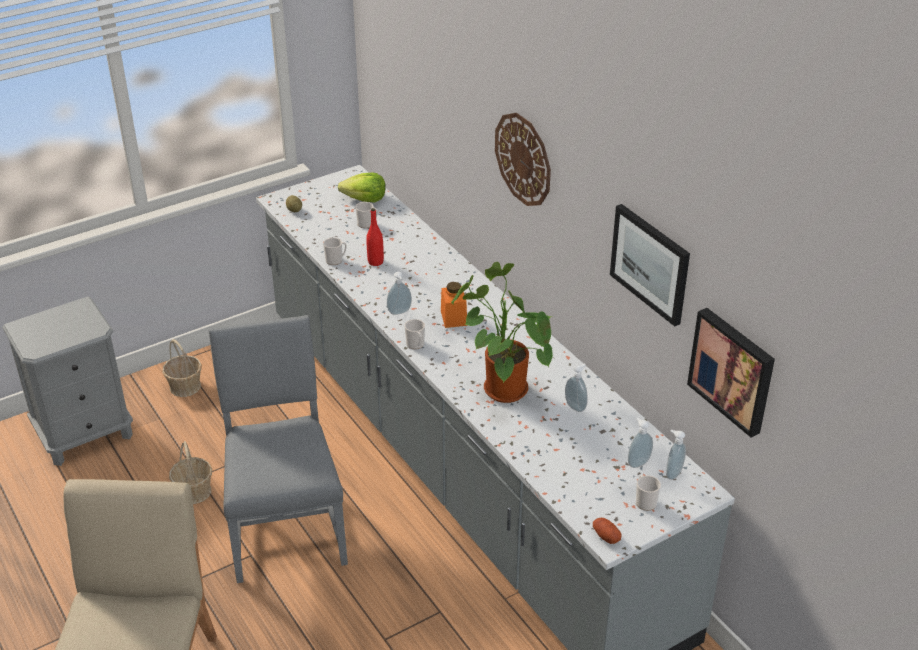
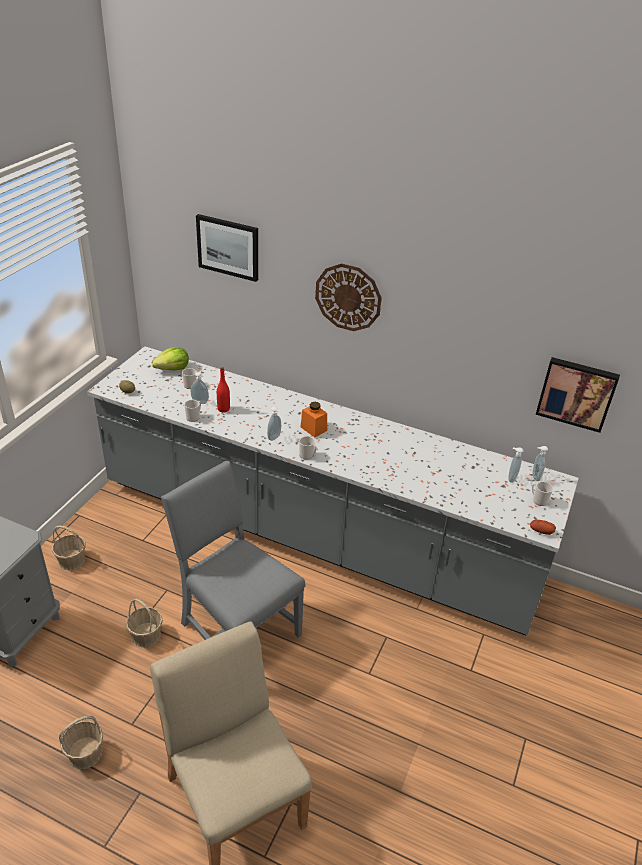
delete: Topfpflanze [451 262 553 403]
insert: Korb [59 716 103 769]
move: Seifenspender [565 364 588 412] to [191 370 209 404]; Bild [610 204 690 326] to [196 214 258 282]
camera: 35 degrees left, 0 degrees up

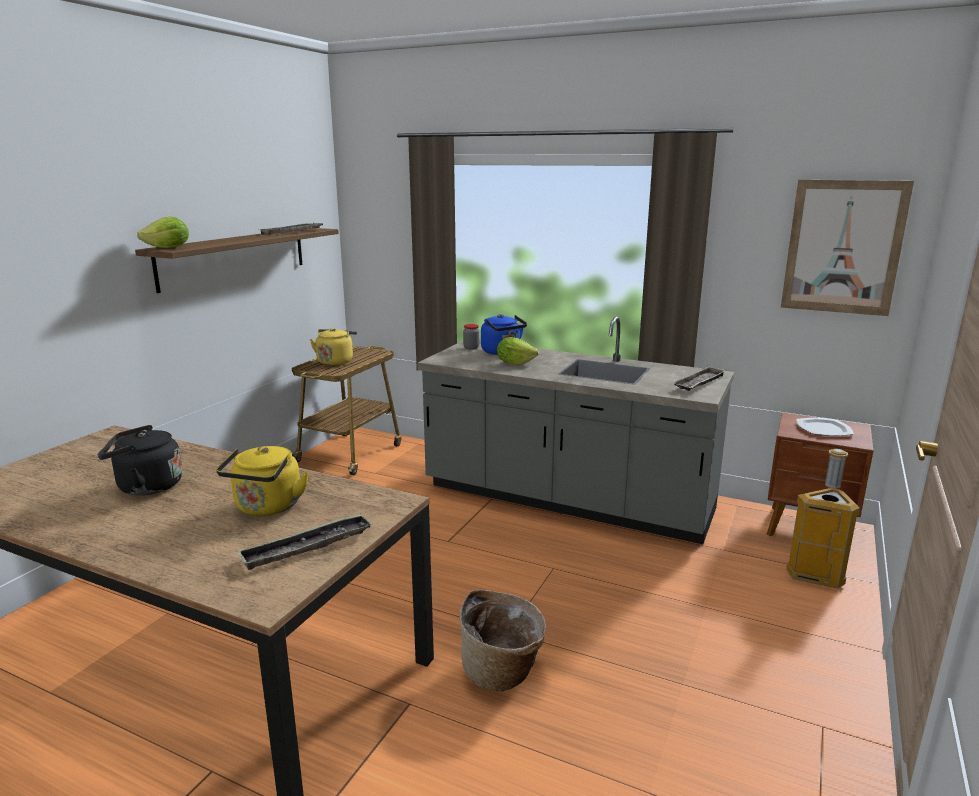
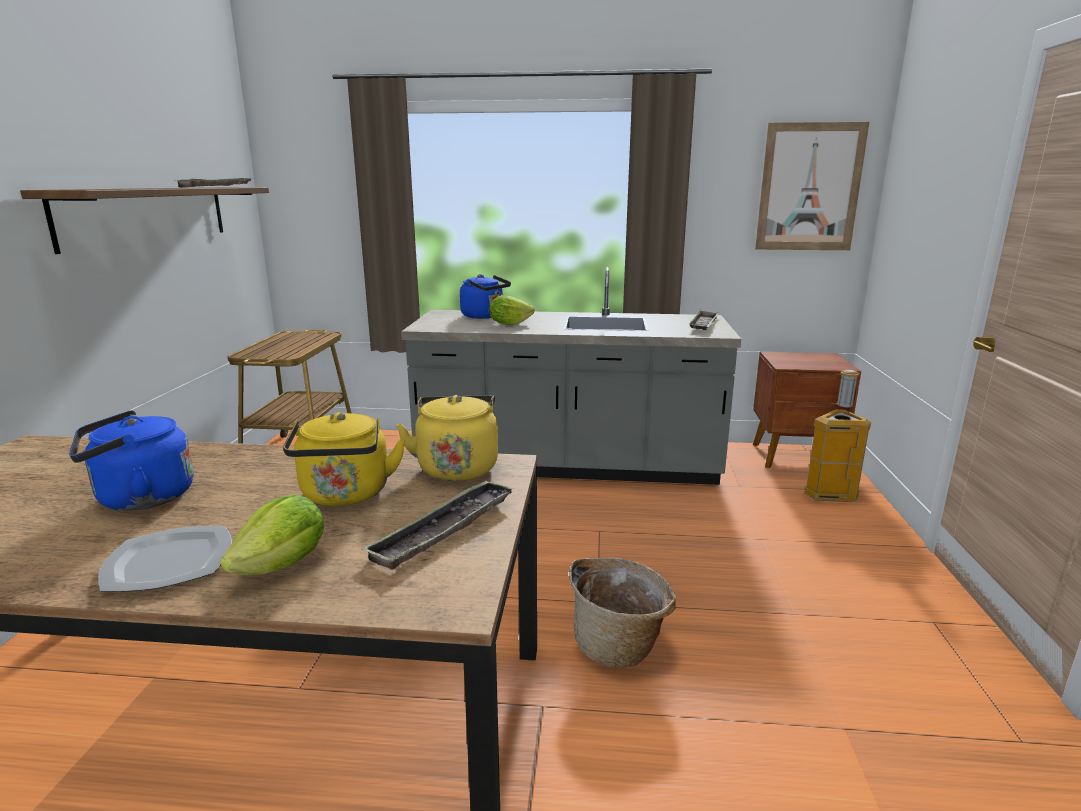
delete: Vorratsglas [463 324 479 350]
move: Teller [796 418 854 436] to [98 526 232 592]; Salatkopf [137 217 189 248] to [220 495 325 575]; Wasserkessel/gelb [310 328 357 365] to [396 395 498 481]
recolor: Wasserkessel/schwarz [98 425 182 496] to Wasserkessel/blau [69 410 194 511]
camera: 20 degrees left, 0 degrees up

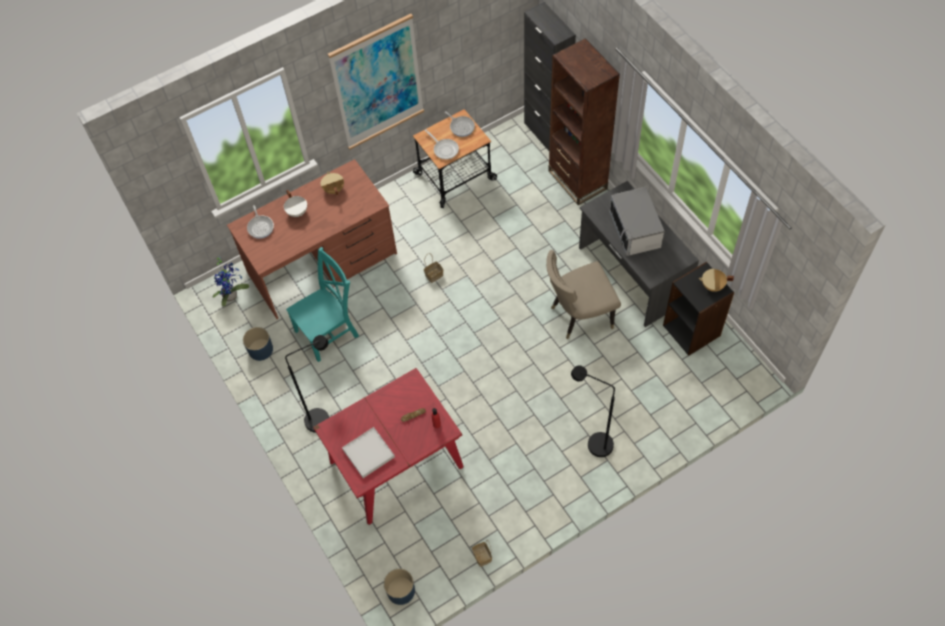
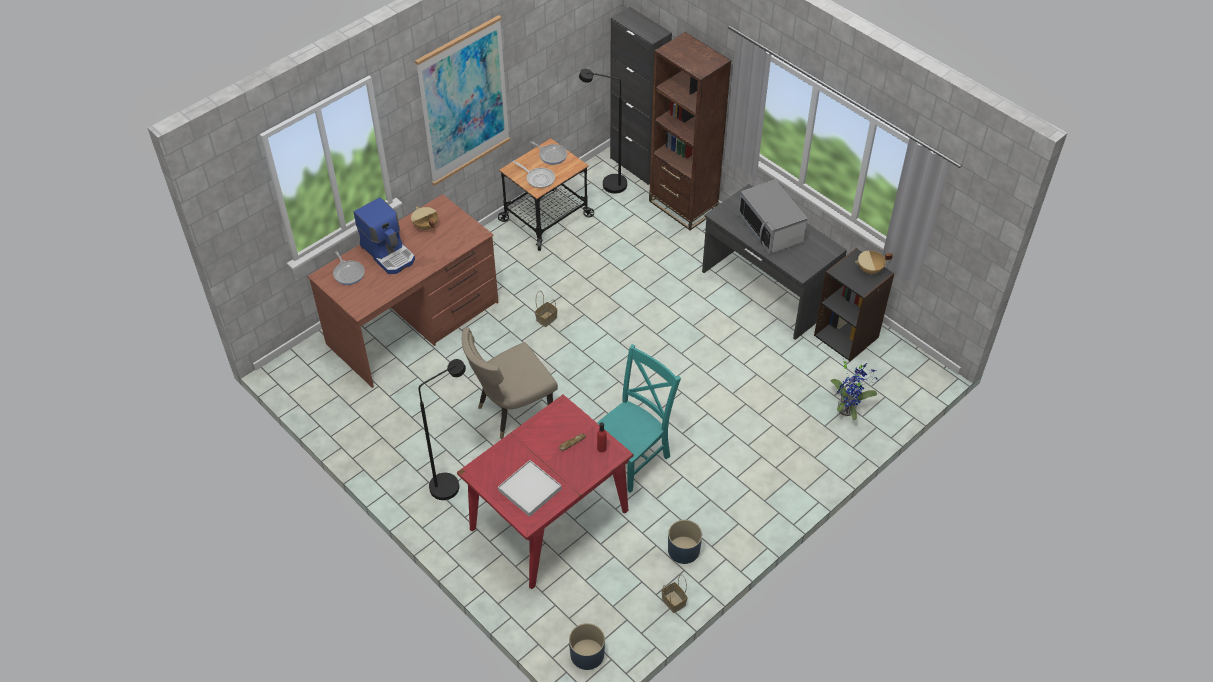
move: Stuhl/beige [546 250 621 339] to [462 327 558 439]; Stehlampe/schwarz [571 365 615 457] to [579 69 627 194]; Stuhl/türkis [286 247 359 362] to [597 344 681 493]; Pflanzkübel/blau [243 327 273 361] to [668 520 702 564]; Topfpflanze [212 255 249 307] to [831 358 879 420]
replace: Kochtopf/weiß [284 190 307 217] to Kaffeemaschine [354 197 415 274]
camera: 15 degrees left, 10 degrees down

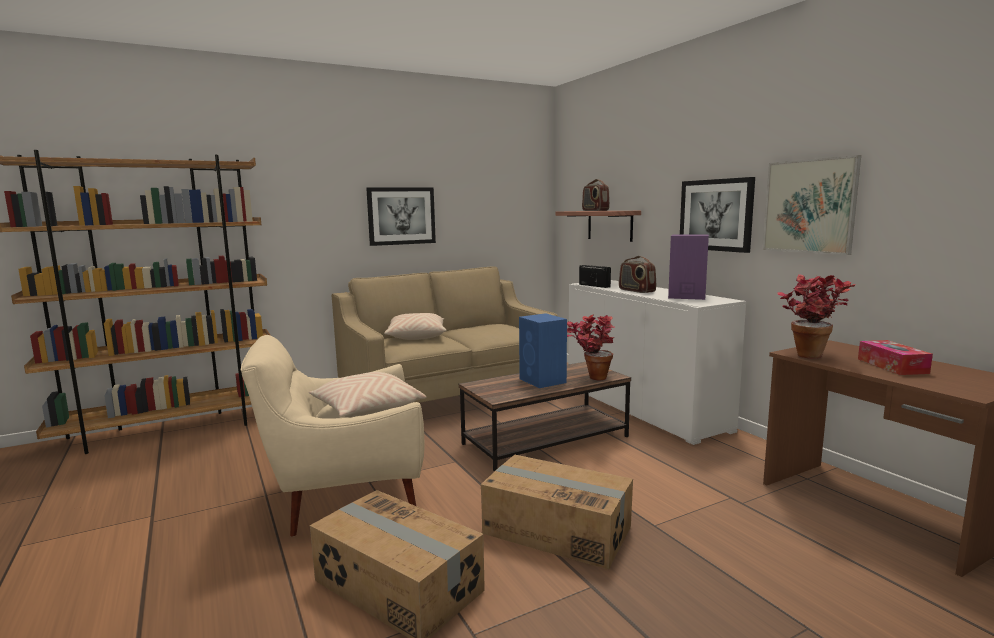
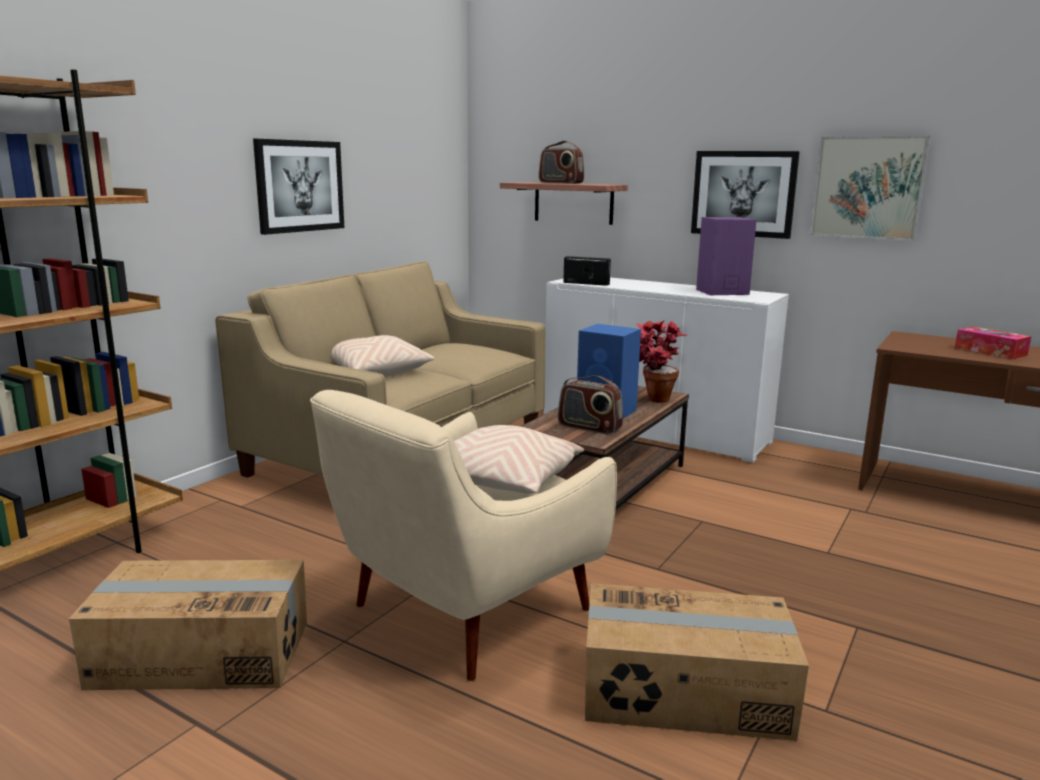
delete: Topfpflanze [777 274 856 358]
move: Karton [481 455 633 570] to [69 560 307 690]; Radio [619 256 656 293] to [558 375 623 434]
camera: 30 degrees left, 5 degrees up

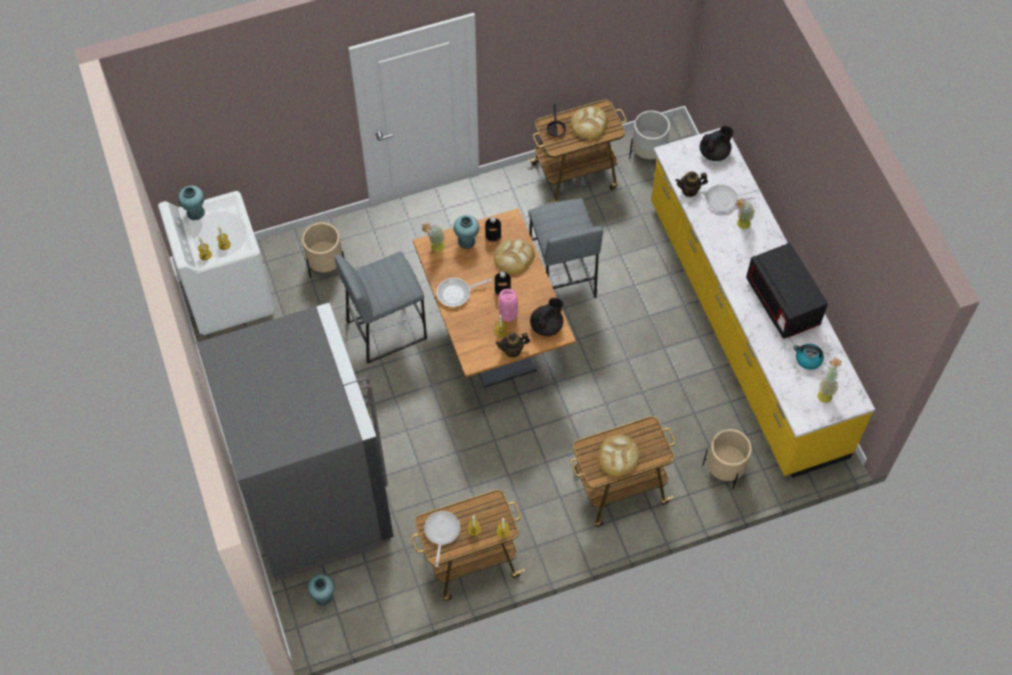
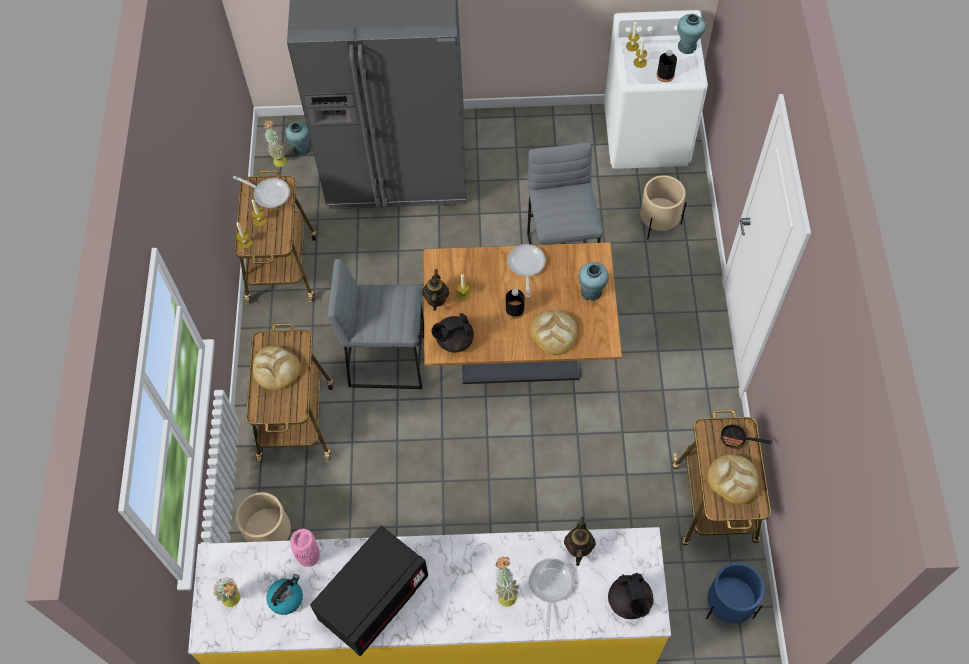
move: Topfpflanze [422 223 445 252] to [264 120 287 167]; Vase/rosa [499 289 518 322] to [290 529 320 567]; Hocker/grau [528 198 603 298] to [328 259 424 389]; Flasche/schwarz [485 217 501 243] to [657 50 677 82]
recolor: Pflanzkübel/weiß [629 111 670 159] to Pflanzkübel/blau [706 563 765 624]
rotate: Mikrowelle/schwarz [746 243 828 339] = [310 526 428 656] 135 degrees clockwise; Teekanne/schwarz [530 298 563 336] = [432 313 474 353] 90 degrees clockwise
camera: 110 degrees right, 0 degrees up

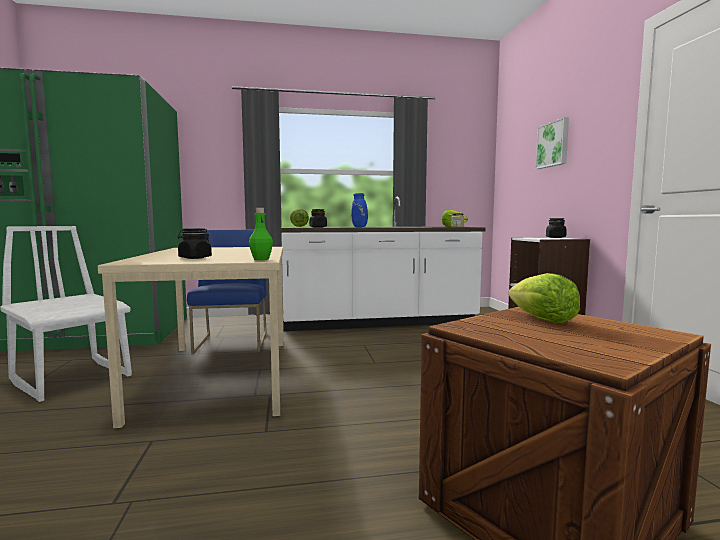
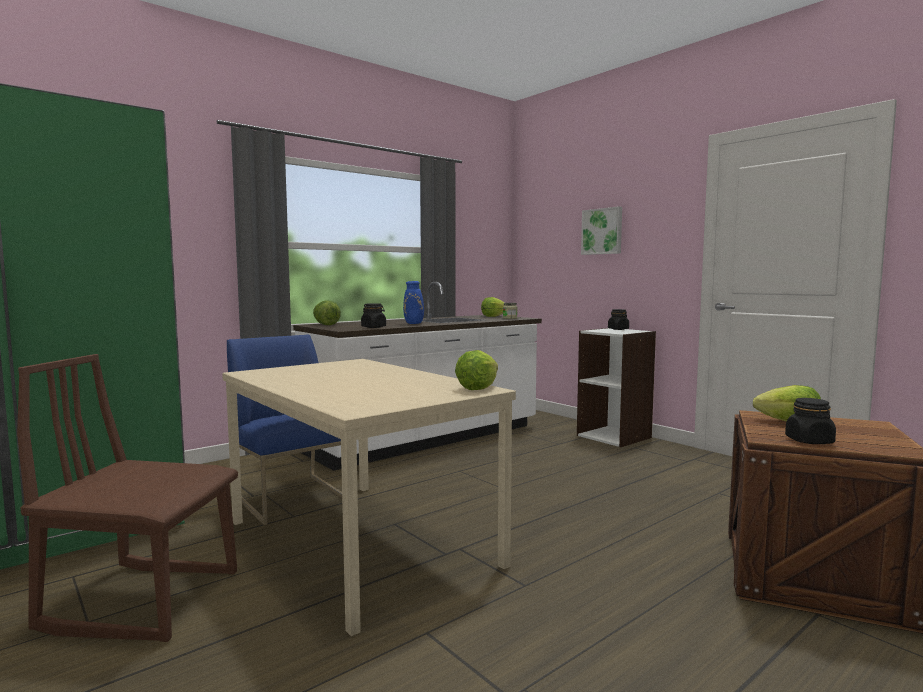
move: Vorratsglas/schwarz [178 228 212 259] to [785 398 836 444]
replace: Flasche/grün [249 207 273 260] to Salatkopf [455 350 498 390]
recolor: Stuhl/weiß [0 226 132 402] to Stuhl/braun [17 354 238 642]
camera: 30 degrees left, 0 degrees up

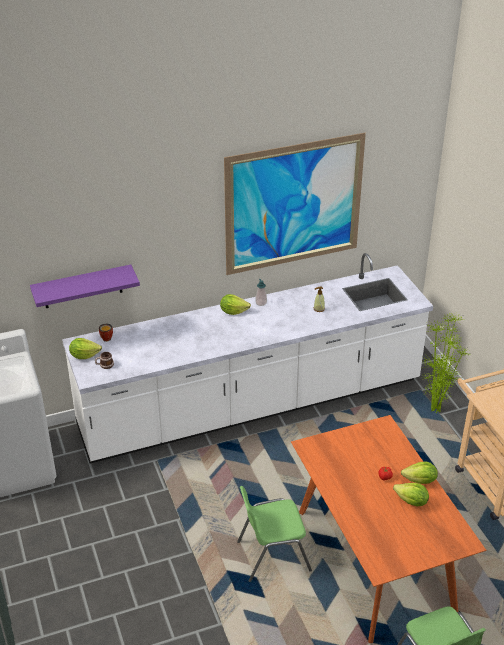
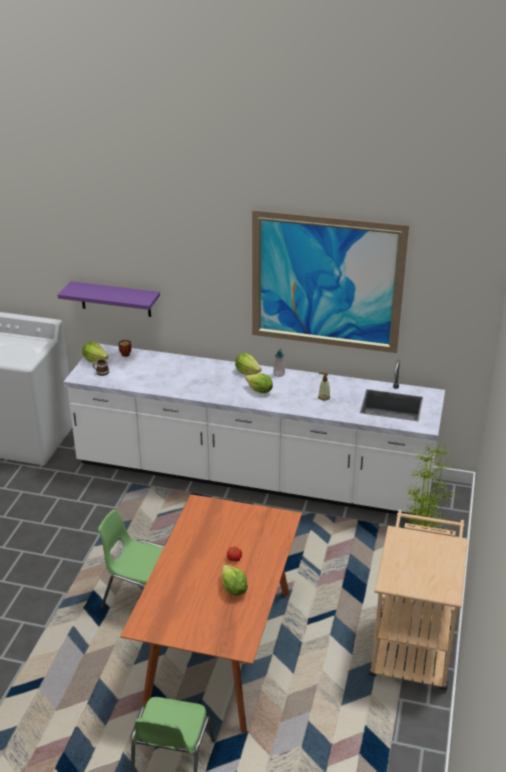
move: Salatkopf [401 462 438 484] to [245 373 273 393]
camera: 35 degrees right, 5 degrees down

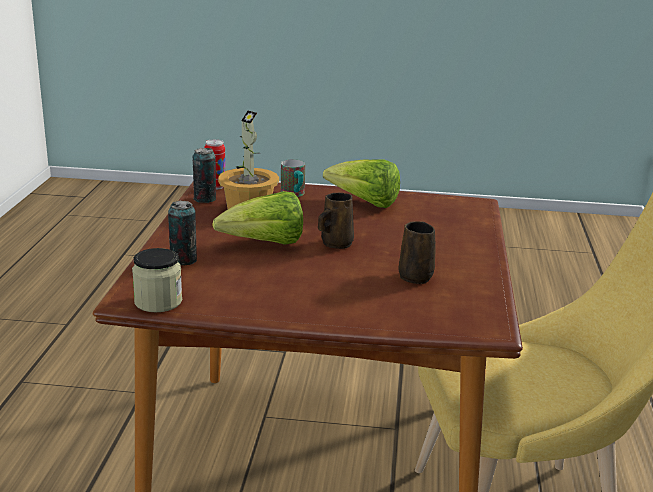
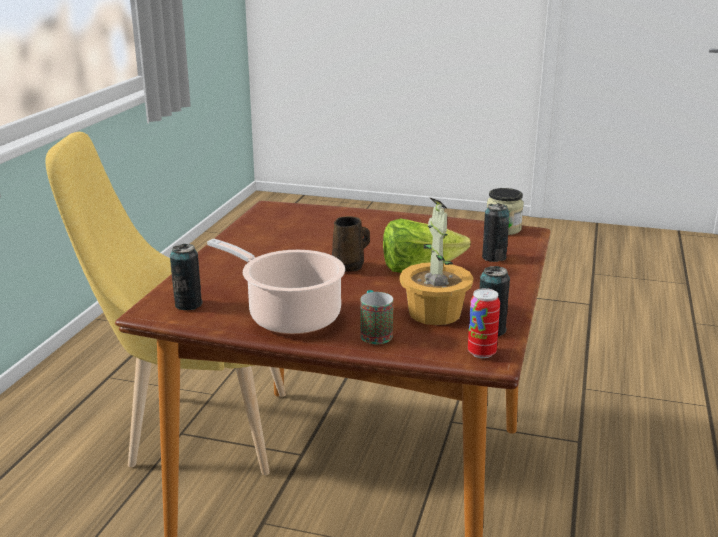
delete: Henkelbecher/braun [399 221 435 284]
insert: Dose [170 244 203 310]
replace: Salatkopf [323 159 400 208] to Kochtopf [207 238 345 334]
camera: 170 degrees left, 0 degrees up

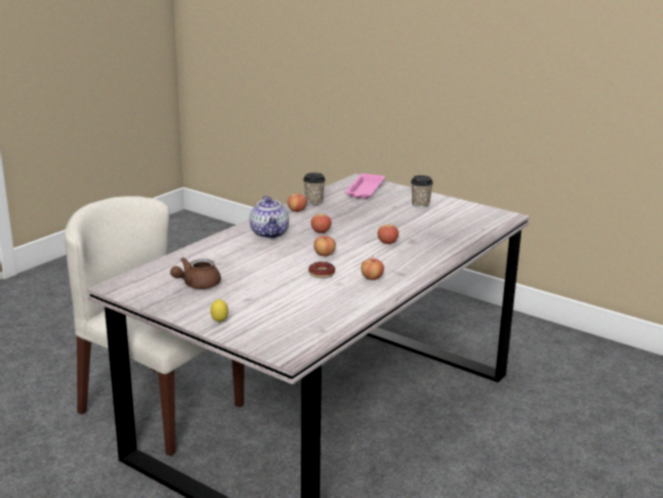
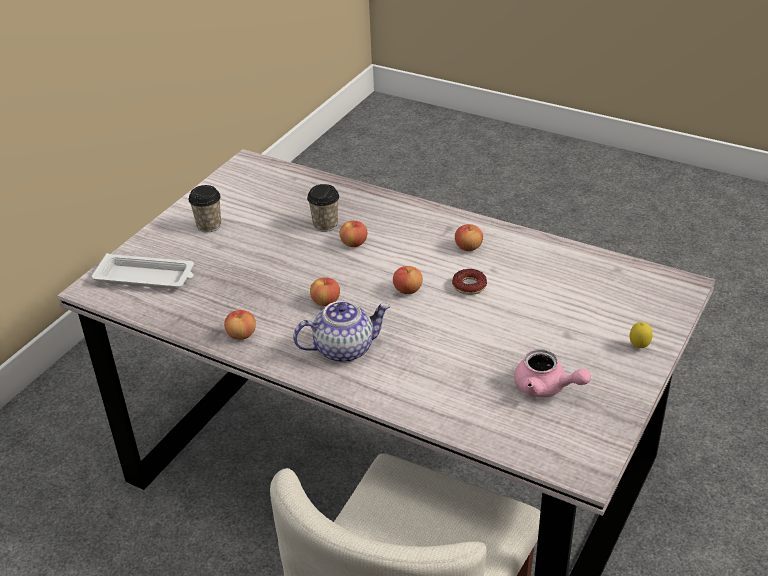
move: Tasse [303 173 325 205] to [307 184 339 232]
recolor: Tablett/rosa [345 173 385 199] to Tablett/weiß [91 253 194 289]; Teekanne/braun [170 257 221 289] to Teekanne/rosa [514 349 591 398]
camera: 95 degrees left, 15 degrees up

